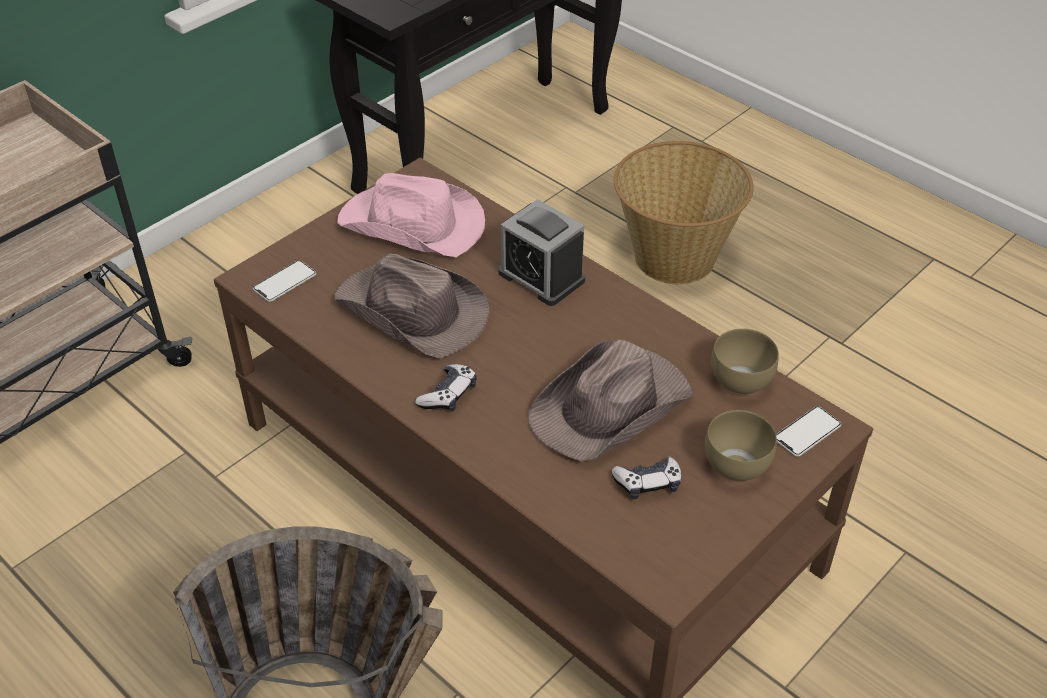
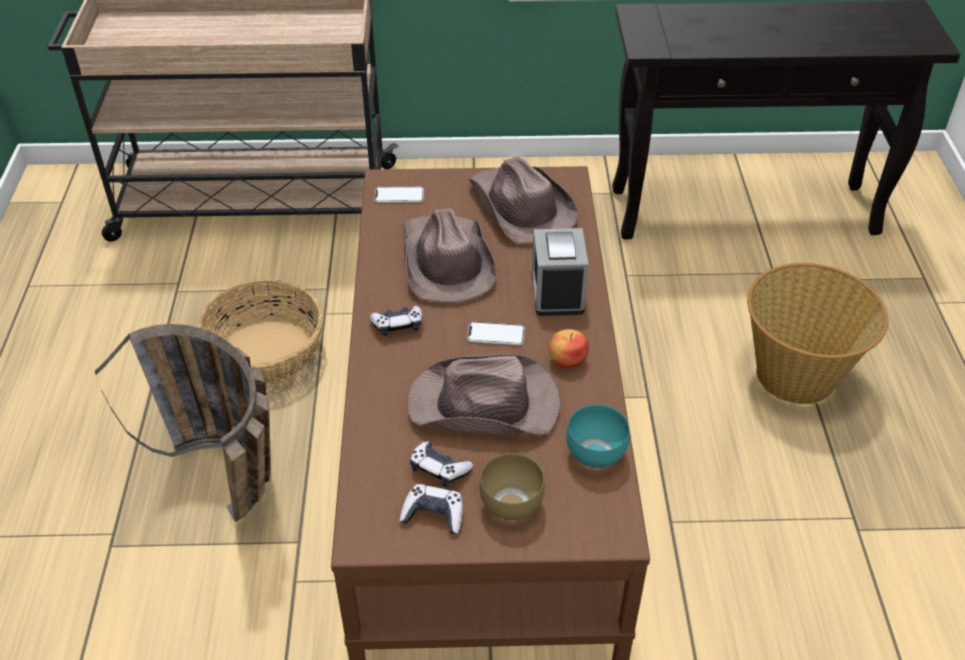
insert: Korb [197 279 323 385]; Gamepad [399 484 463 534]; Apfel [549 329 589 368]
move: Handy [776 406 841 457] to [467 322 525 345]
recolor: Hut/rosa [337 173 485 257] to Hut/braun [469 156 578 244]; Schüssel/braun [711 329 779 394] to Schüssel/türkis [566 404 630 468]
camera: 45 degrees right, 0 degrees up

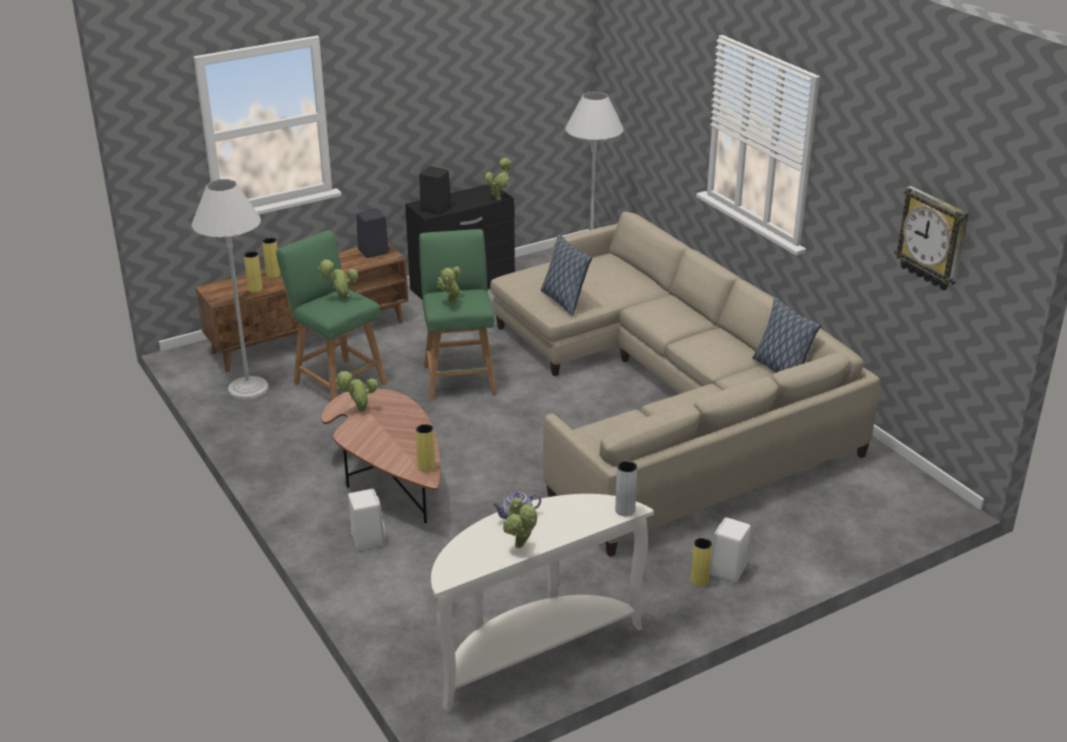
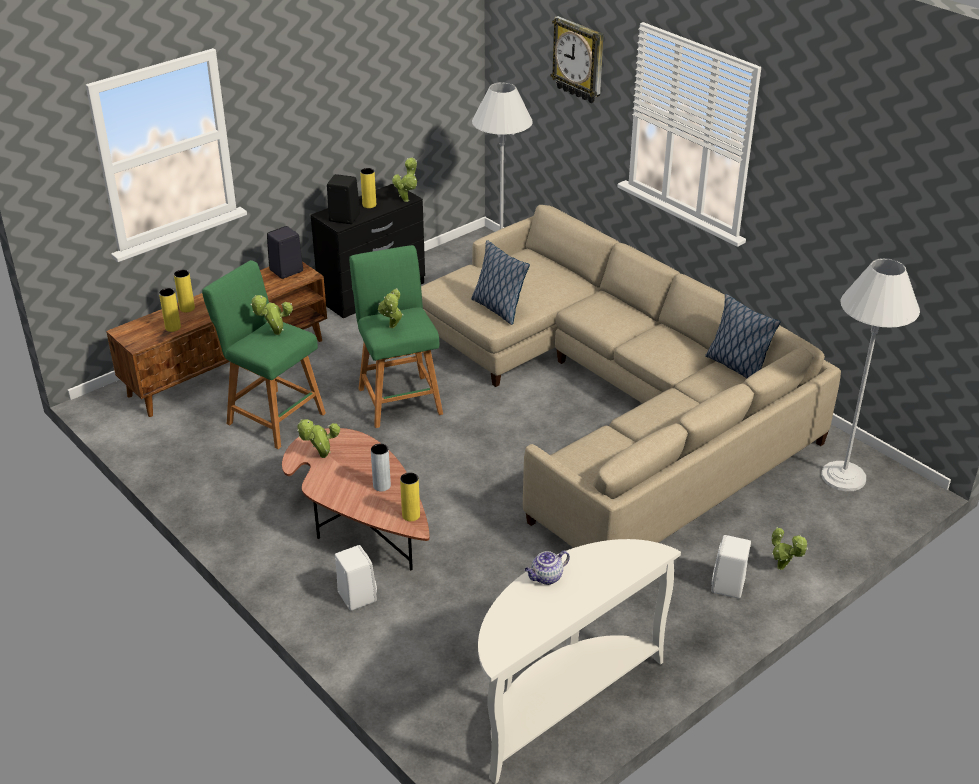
move: Vase/gelb [691 538 712 587] to [360 168 376 208]; Vase/grau [615 461 637 516] to [371 444 391 491]; Wanduhr [894 186 969 290] to [551 16 604 103]; Topfpflanze [503 496 537 548] to [772 527 808 570]; Stehlampe/weiß [192 179 268 400] to [821 258 920 491]
camera: 10 degrees left, 5 degrees up

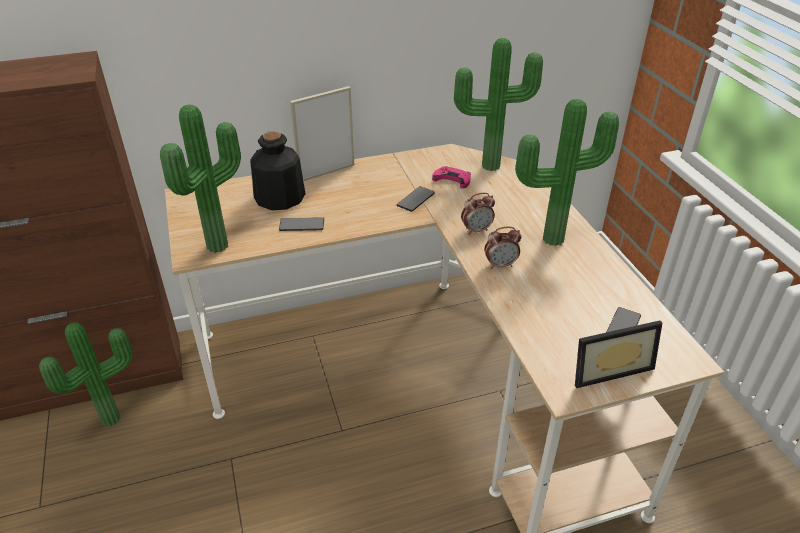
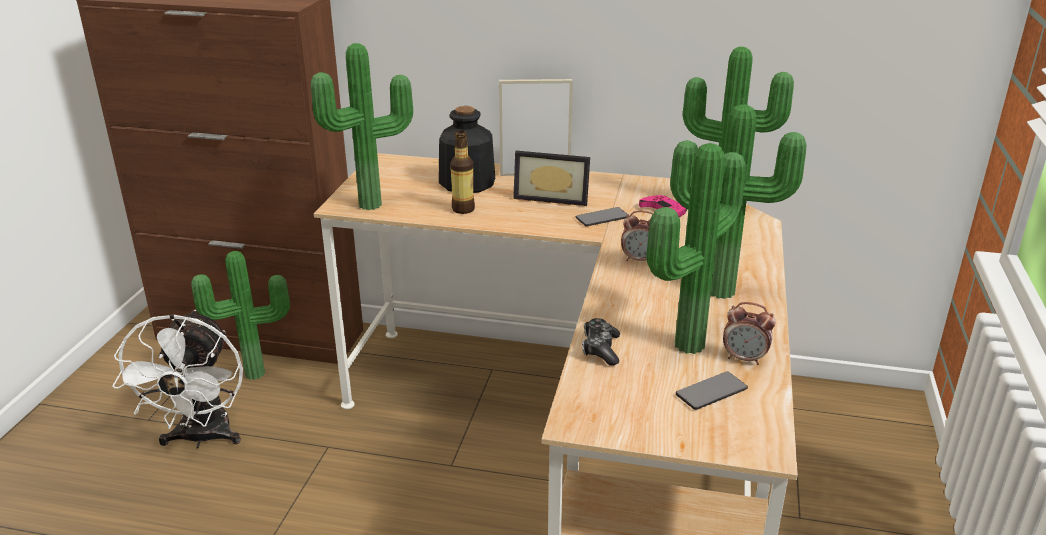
insert: Ventilator/weiß [112 310 243 449]; Gamepad [582 318 620 366]; Topfpflanze [646 143 746 354]
move: Bilderrahmen [575 320 662 388] to [513 151 590 206]; Wecker [484 227 521 269] to [723 302 776 365]
replace: Handy [279 217 324 231] to Flasche [450 130 475 214]
camera: 30 degrees right, 10 degrees down

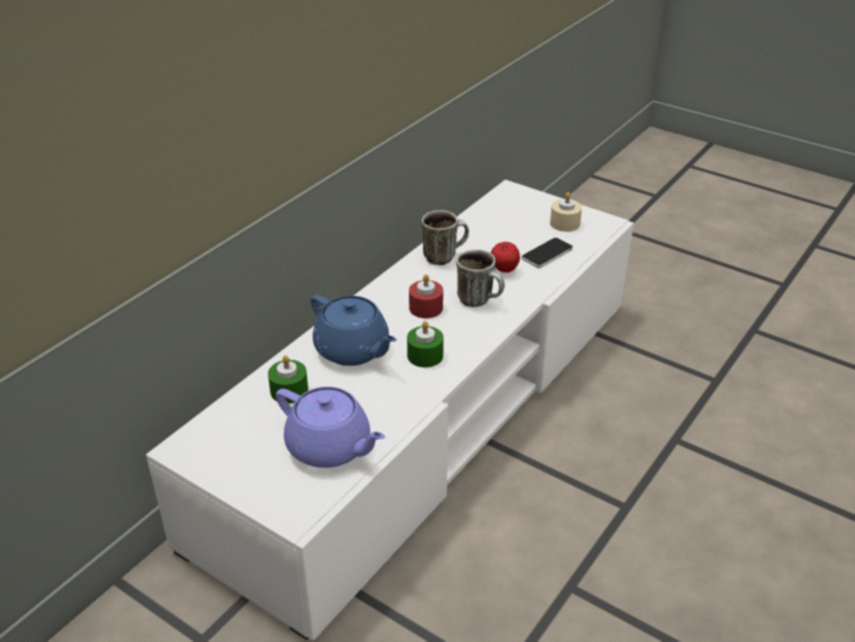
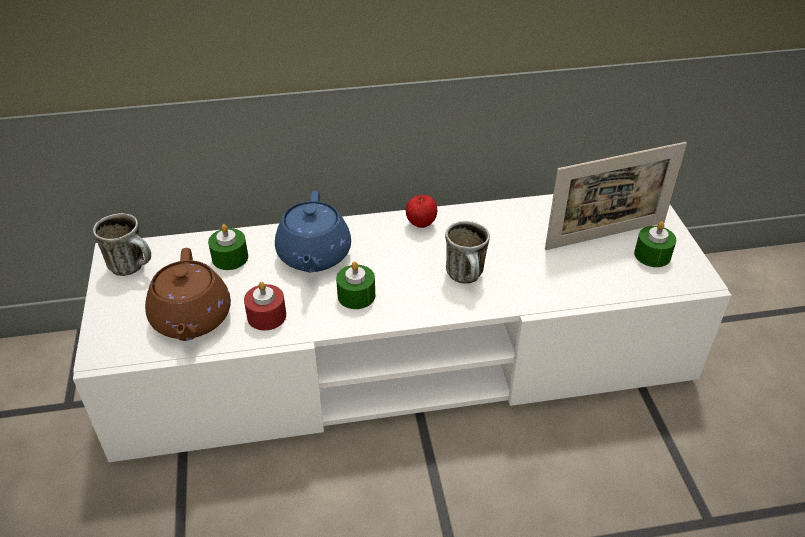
delete: Handy [521 238 573 268]
insert: Bilderrahmen [545 142 687 250]
move: Henkelbecher [422 210 469 265] to [93 213 151 276]; Kerze/rot [409 274 443 318] to [244 282 286 330]; Apfel [491 242 520 273] to [406 195 437 228]
recolor: Teekanne/lila [276 387 385 468] to Teekanne/braun [145 248 231 341]; Kerze/beige [550 192 582 232] to Kerze/grün [634 221 676 267]
camera: 45 degrees right, 5 degrees up

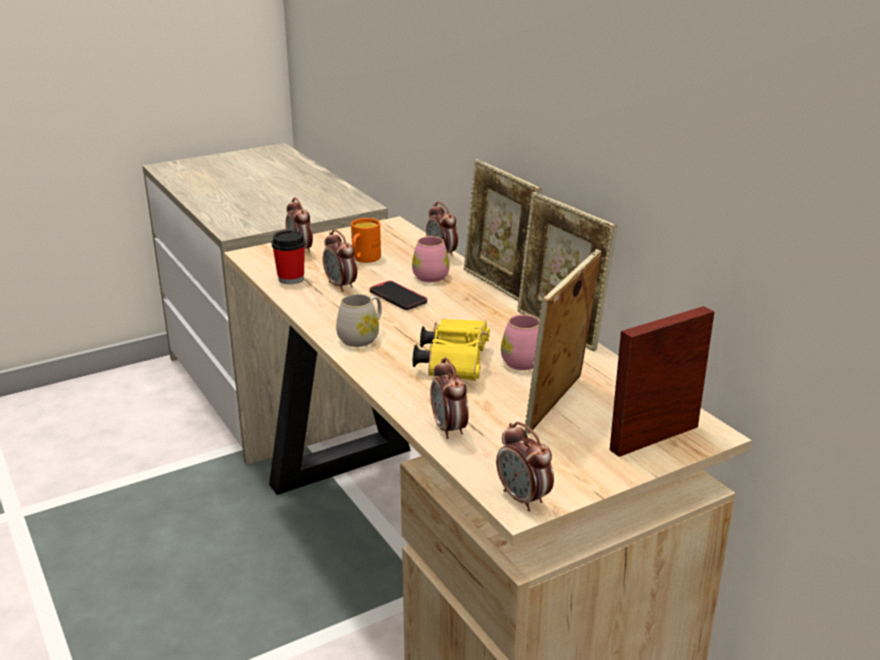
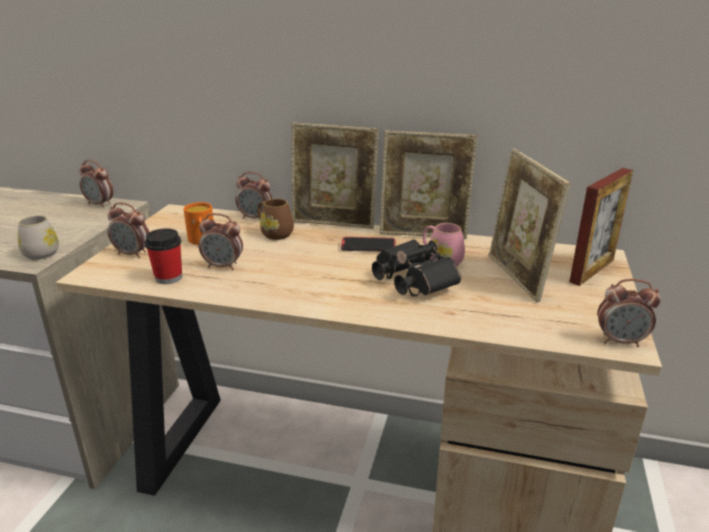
move: Henkelbecher/weiß [336 294 382 347] to [18 215 59 260]; Wecker [430 357 469 439] to [79 160 113 208]; Handy [370 281 427 310] to [341 237 396 252]
recolor: Henkelbecher/rosa [412 236 450 282] to Henkelbecher/braun [258 199 294 240]; Fernglas/gelb [413 319 490 381] to Fernglas/schwarz [372 239 461 296]
rotate: Bilderrahmen [610 306 714 457] = [569 168 633 286] 150 degrees counterclockwise
camera: 45 degrees left, 0 degrees up

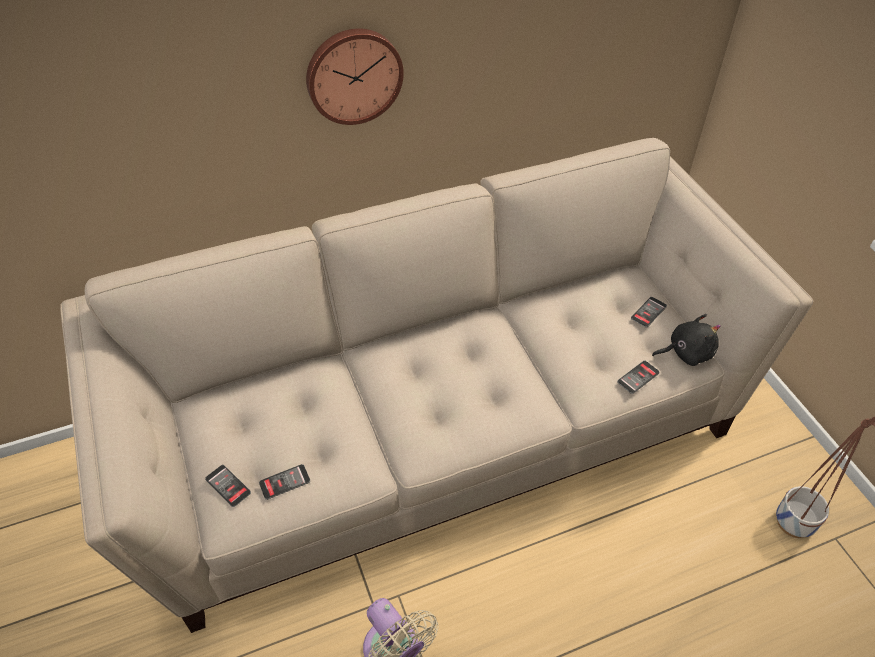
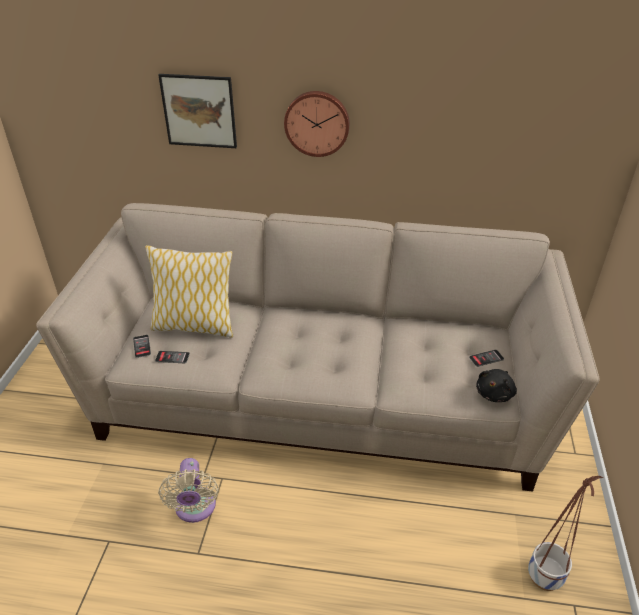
delete: Handy [617 361 660 394]
insert: Kissen [145 245 234 338]; Bild [158 74 237 148]
rotate: Plüschtier/schwarz [652 314 721 366] = [476 369 517 402] 105 degrees clockwise
camera: 30 degrees right, 10 degrees down

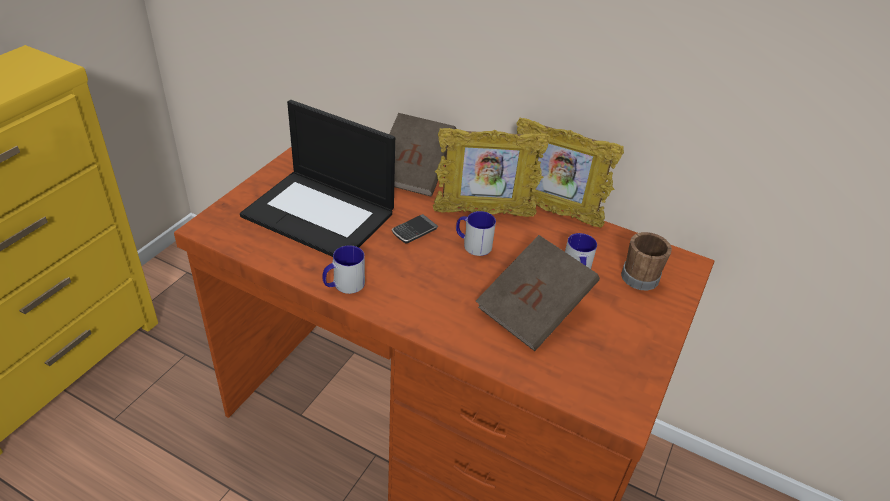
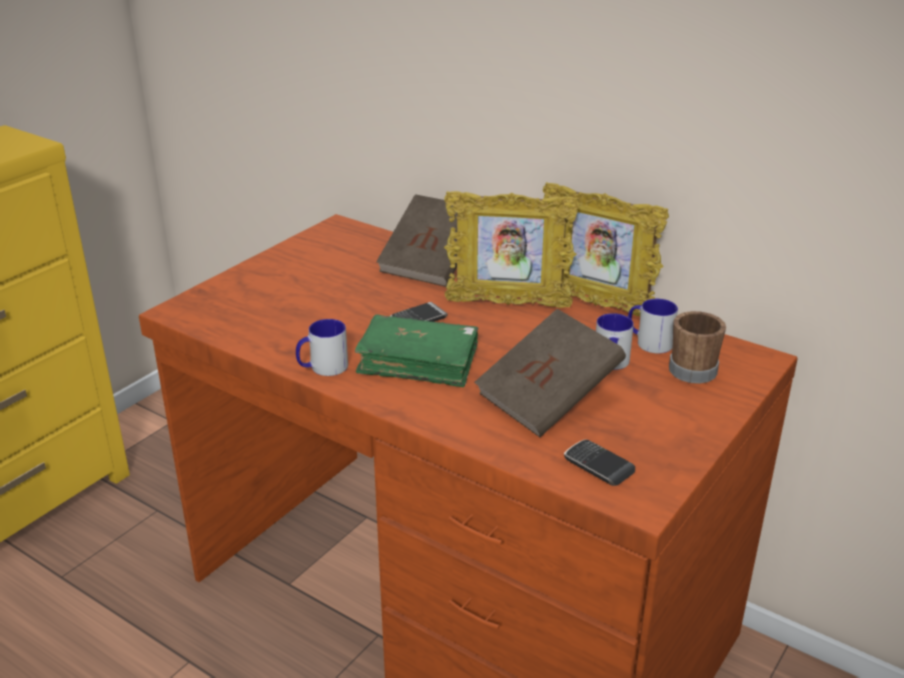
delete: Laptop [240 100 395 257]
insert: Buch/grün [355 315 478 387]; Handy [564 440 635 486]
move: Henkelbecher [456 211 496 256] to [628 299 678 353]
camera: 10 degrees right, 10 degrees down

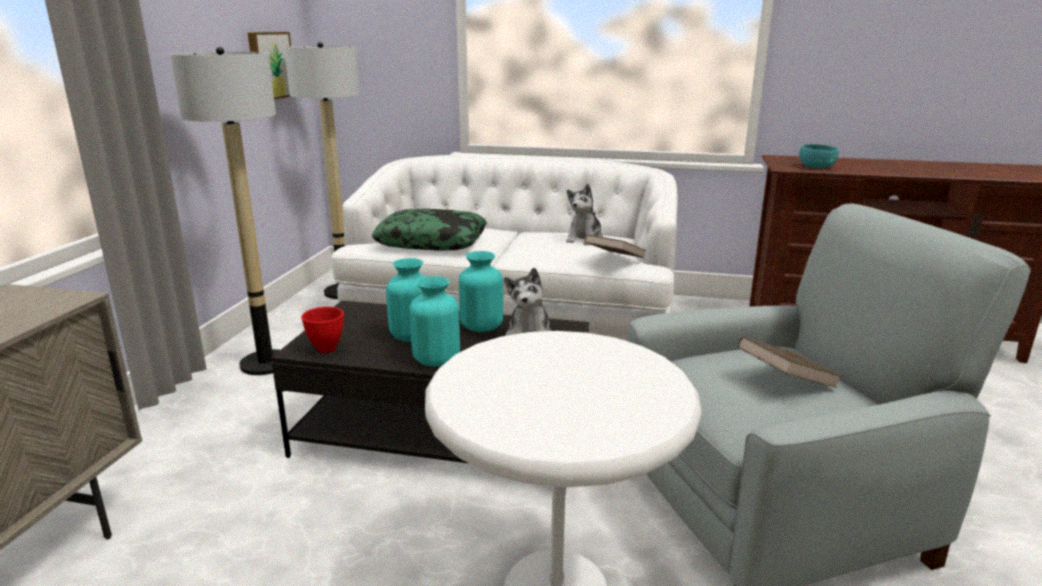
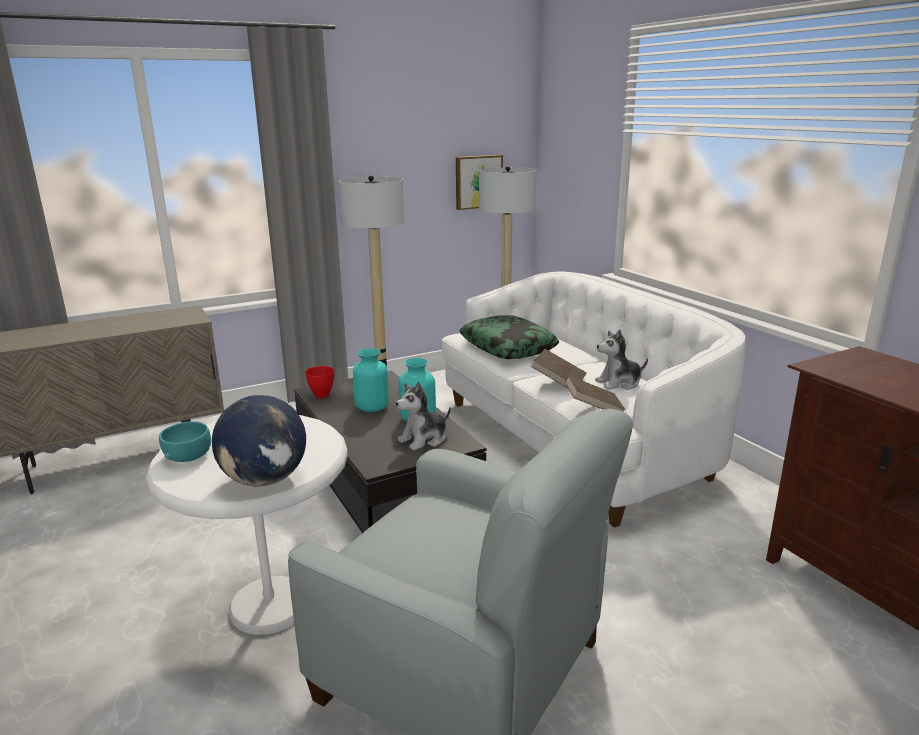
delete: Vase/türkis [410 276 460 367]
insert: Globus [212 395 306 486]
move: Schüssel/türkis [799 144 839 169] to [159 421 211 462]; Buch/braun [738 336 842 388] to [531 349 587 388]
camera: 50 degrees right, 0 degrees up

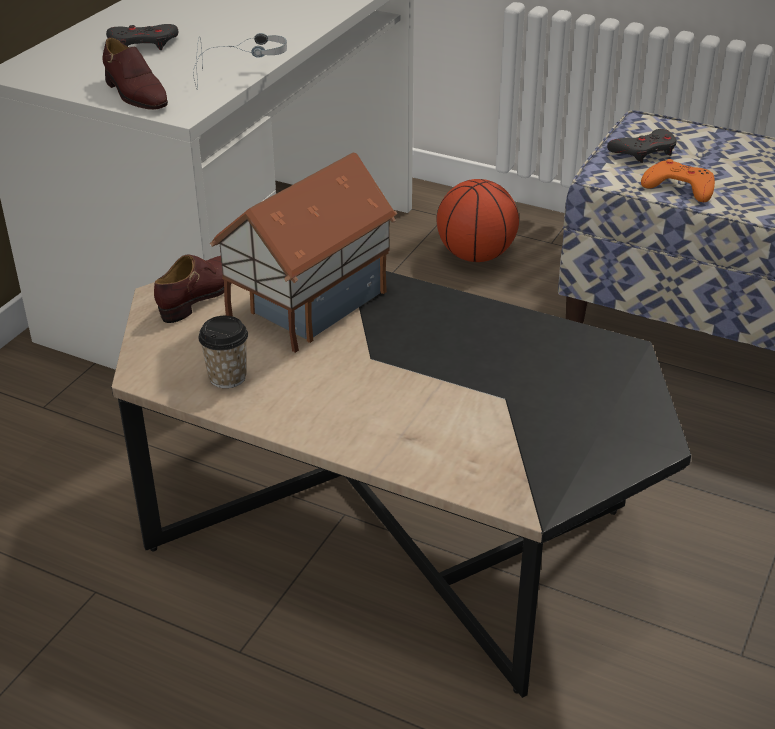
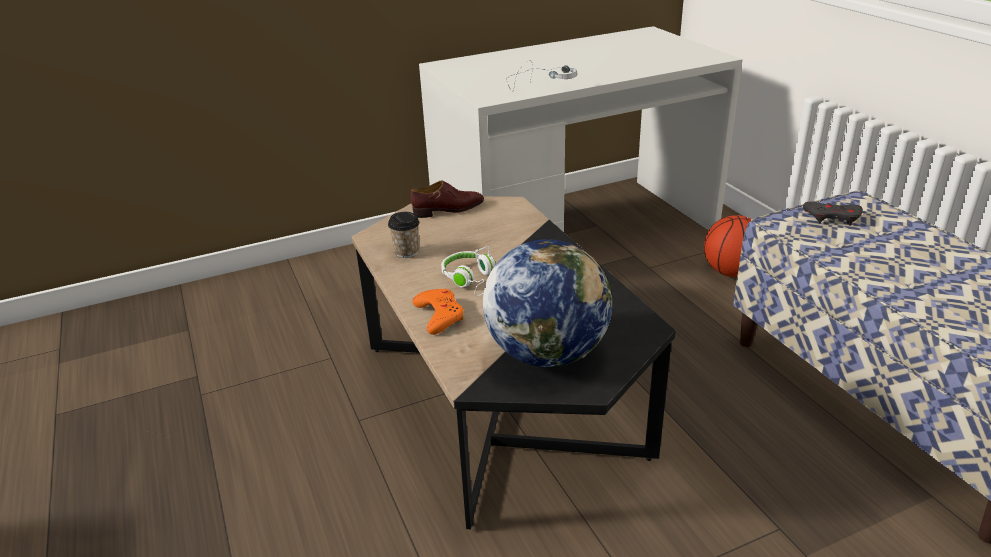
delete: Schuh/braun [102 38 168 110]; Gamepad/grau [106 24 178 50]; Spielzeughaus [210 153 397 353]
insert: Kopfhörer/weiß [441 246 496 296]; Globus [483 239 612 367]
move: Gamepad/orange [641 159 715 202] to [412 289 464 335]
camera: 40 degrees right, 5 degrees down

